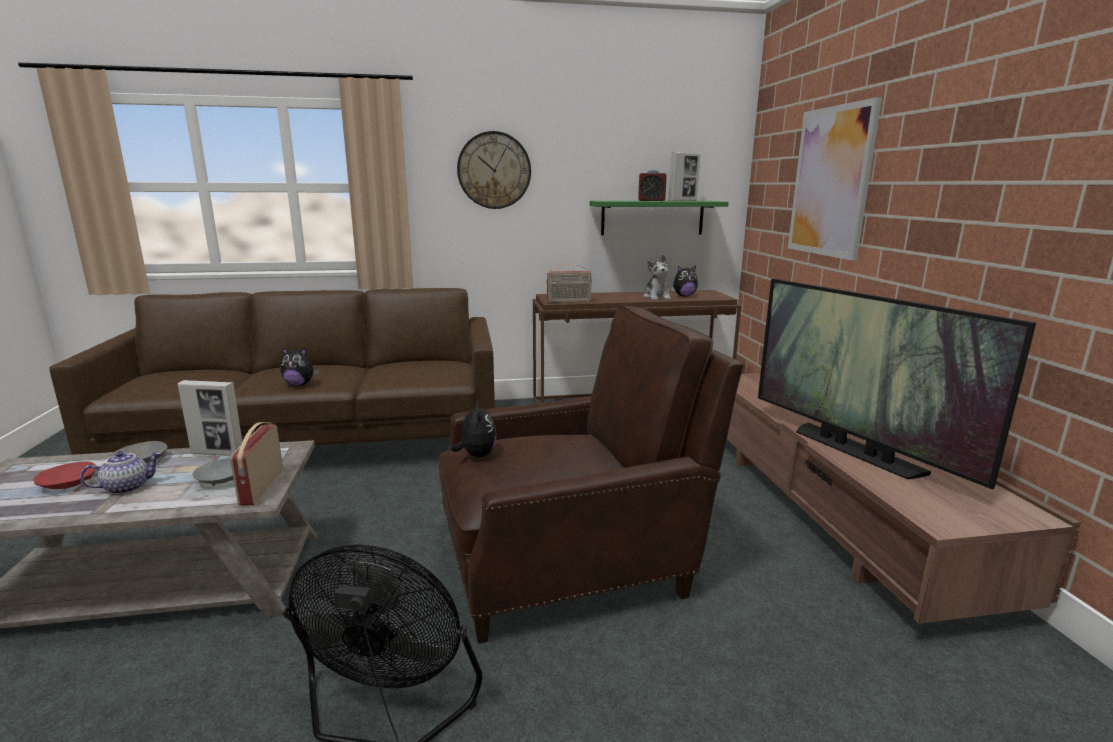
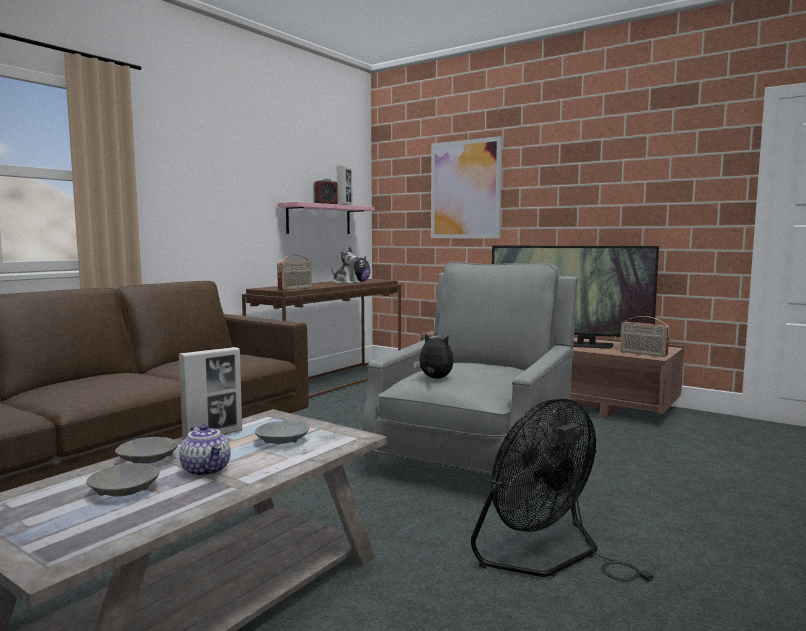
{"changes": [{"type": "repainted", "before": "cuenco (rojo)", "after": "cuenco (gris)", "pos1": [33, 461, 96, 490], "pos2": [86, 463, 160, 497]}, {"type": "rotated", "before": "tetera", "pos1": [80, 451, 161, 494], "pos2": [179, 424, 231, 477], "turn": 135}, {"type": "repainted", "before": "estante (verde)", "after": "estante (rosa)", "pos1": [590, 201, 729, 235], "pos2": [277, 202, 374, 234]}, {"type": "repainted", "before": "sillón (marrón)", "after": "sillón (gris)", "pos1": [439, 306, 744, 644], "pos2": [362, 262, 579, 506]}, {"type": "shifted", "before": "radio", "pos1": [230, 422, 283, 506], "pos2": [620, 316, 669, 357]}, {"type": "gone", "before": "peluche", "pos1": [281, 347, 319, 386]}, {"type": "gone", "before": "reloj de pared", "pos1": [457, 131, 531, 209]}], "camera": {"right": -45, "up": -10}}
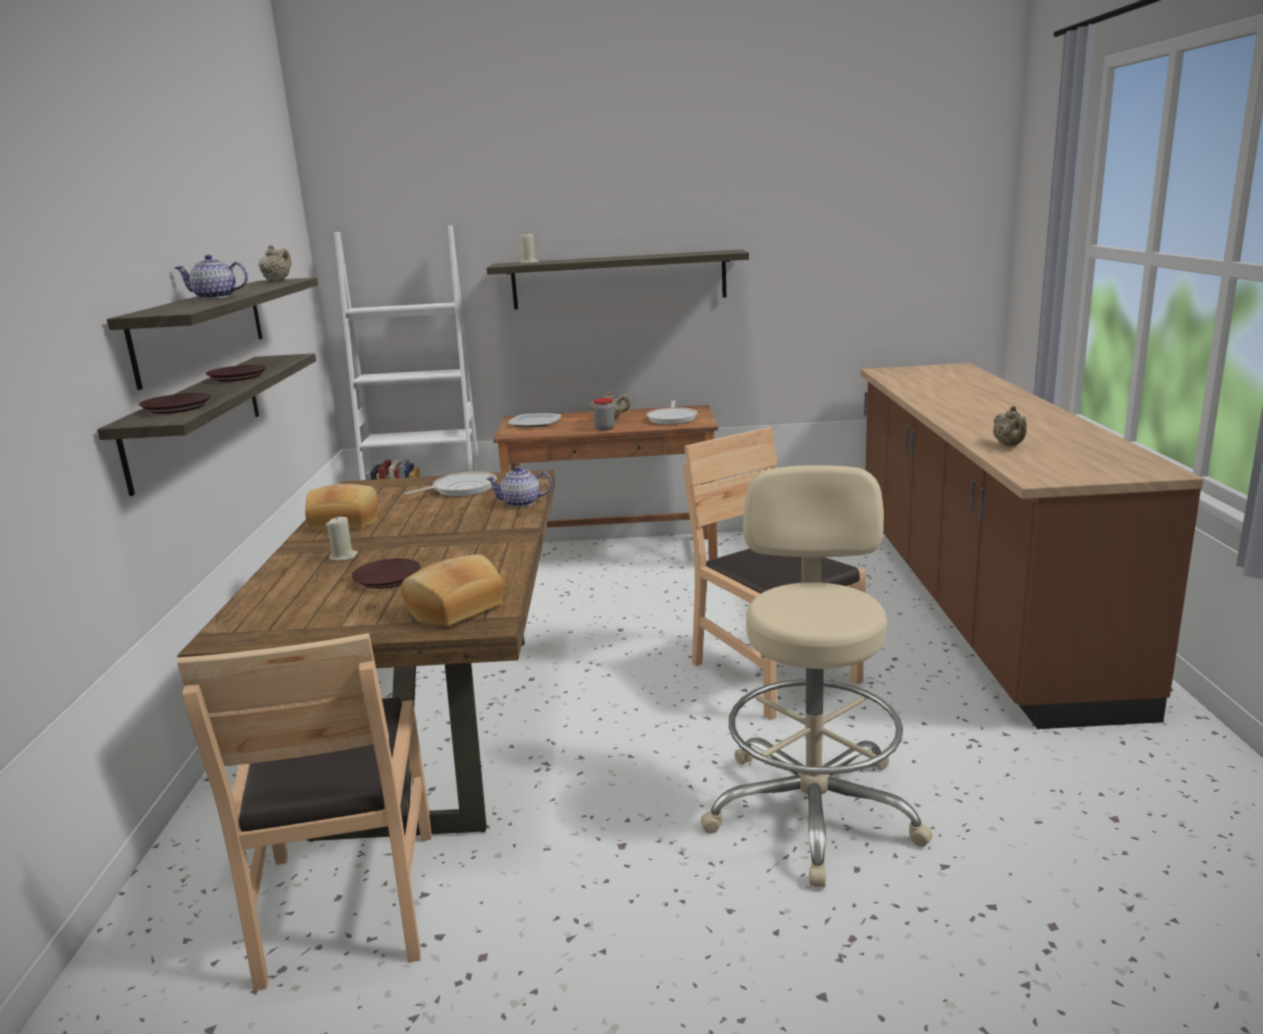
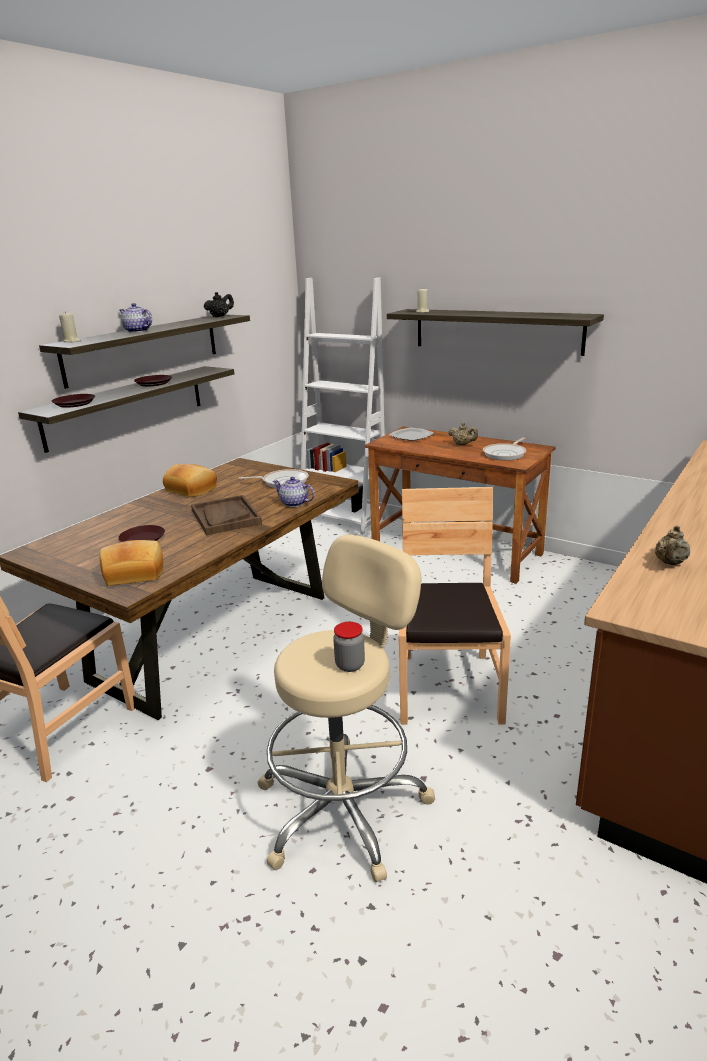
{"changes": [{"type": "shifted", "before": "vela (beis)", "pos1": [326, 516, 358, 561], "pos2": [59, 311, 81, 342]}, {"type": "new", "after": "bandeja (marrón)", "pos2": [191, 495, 262, 535]}, {"type": "repainted", "before": "tetera (beis)", "after": "tetera (negro)", "pos1": [259, 245, 291, 282], "pos2": [204, 292, 234, 318]}, {"type": "shifted", "before": "tarro", "pos1": [593, 398, 615, 431], "pos2": [333, 622, 365, 672]}], "camera": {"right": 35, "up": 5}}
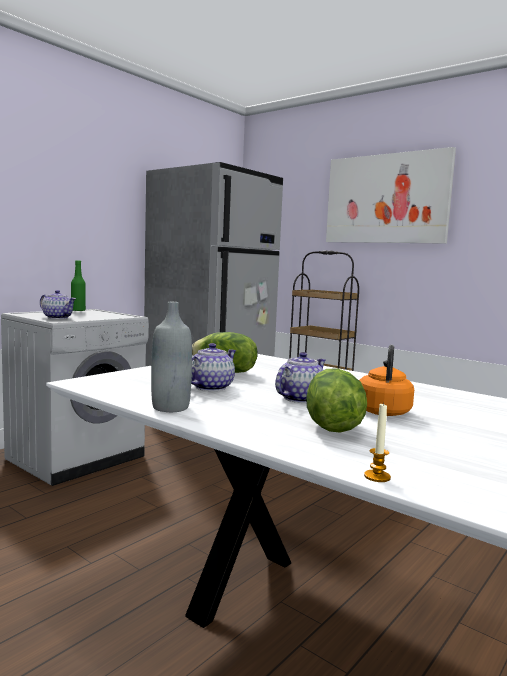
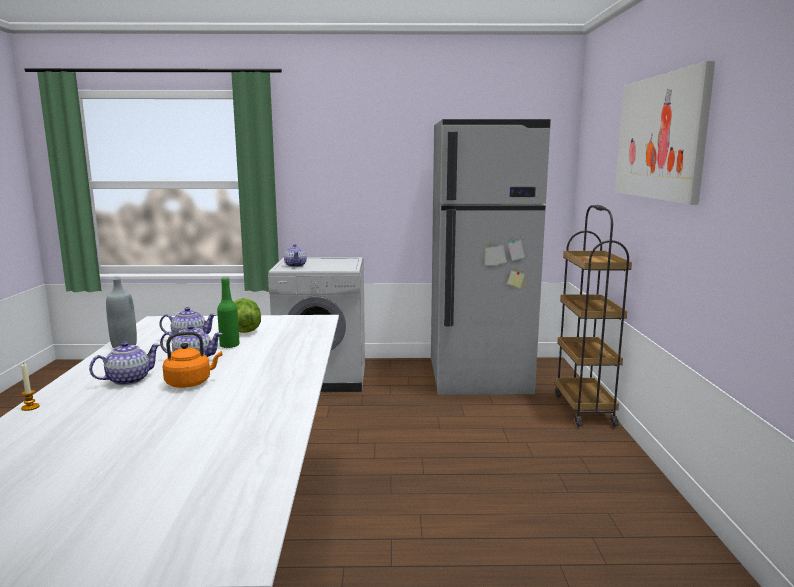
{"changes": [{"type": "swapped", "before": "lechuga", "after": "tetera", "pos1": [306, 368, 367, 432], "pos2": [89, 342, 160, 385]}, {"type": "shifted", "before": "botella (verde)", "pos1": [71, 260, 86, 311], "pos2": [217, 278, 240, 348]}], "camera": {"right": 50, "up": 5}}
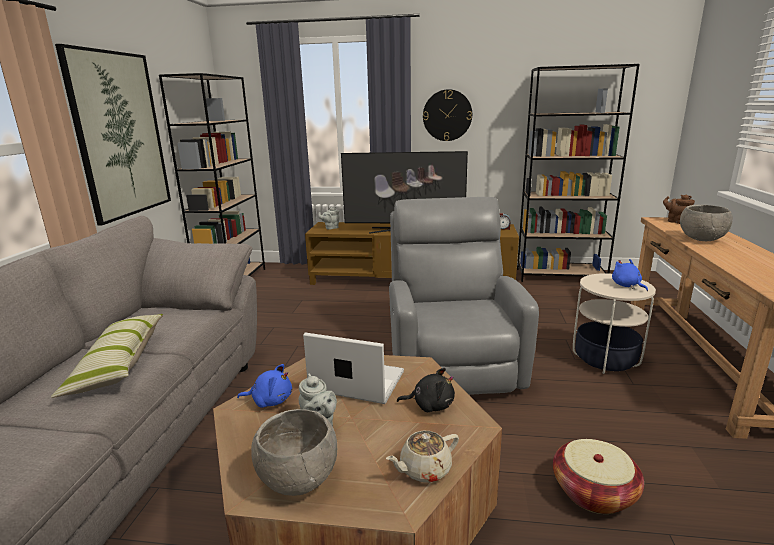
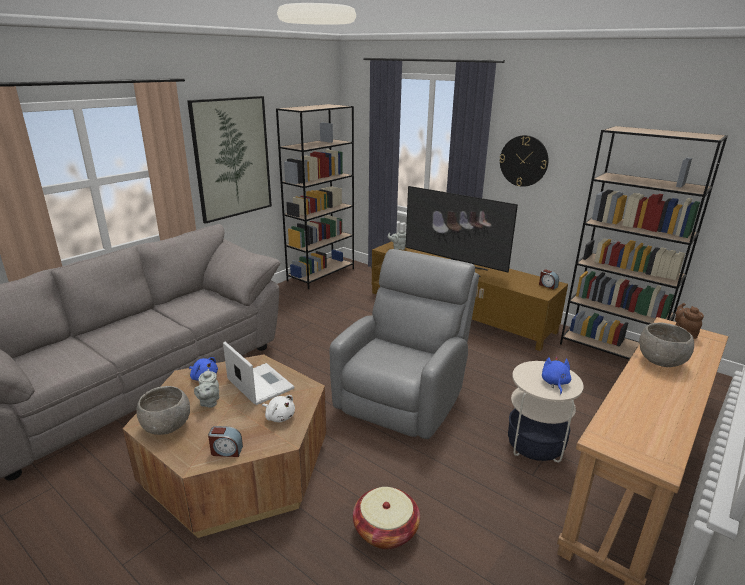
{"changes": [{"type": "swapped", "before": "tetera (beis)", "after": "despertador", "pos1": [386, 431, 459, 483], "pos2": [208, 426, 243, 457]}, {"type": "repainted", "before": "peluche (negro)", "after": "peluche (blanco)", "pos1": [397, 368, 455, 412], "pos2": [262, 395, 295, 422]}, {"type": "gone", "before": "cojín", "pos1": [51, 314, 163, 398]}], "camera": {"right": 30, "up": 5}}
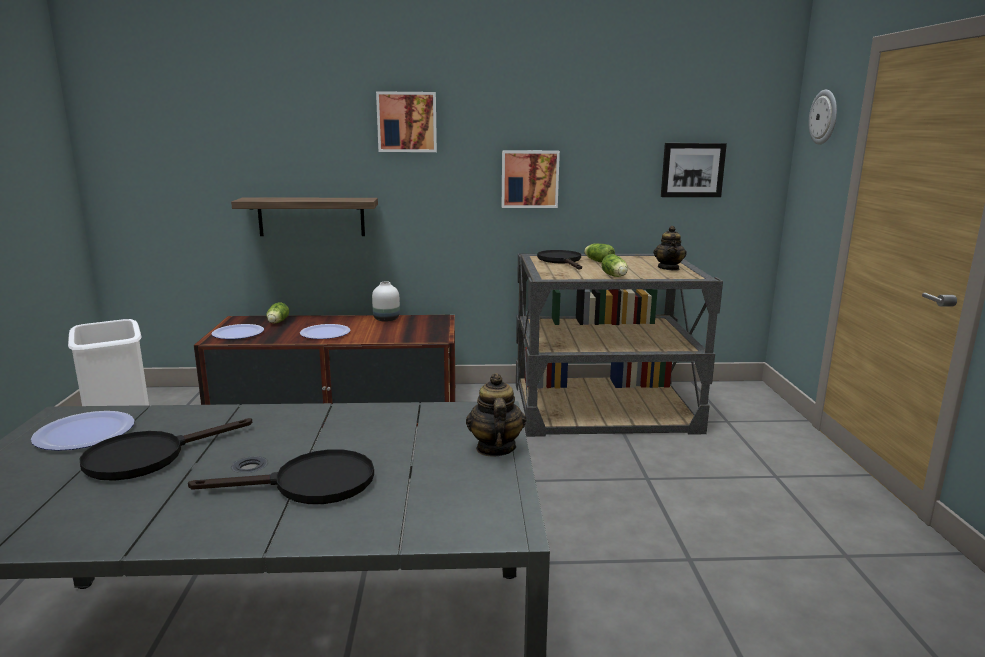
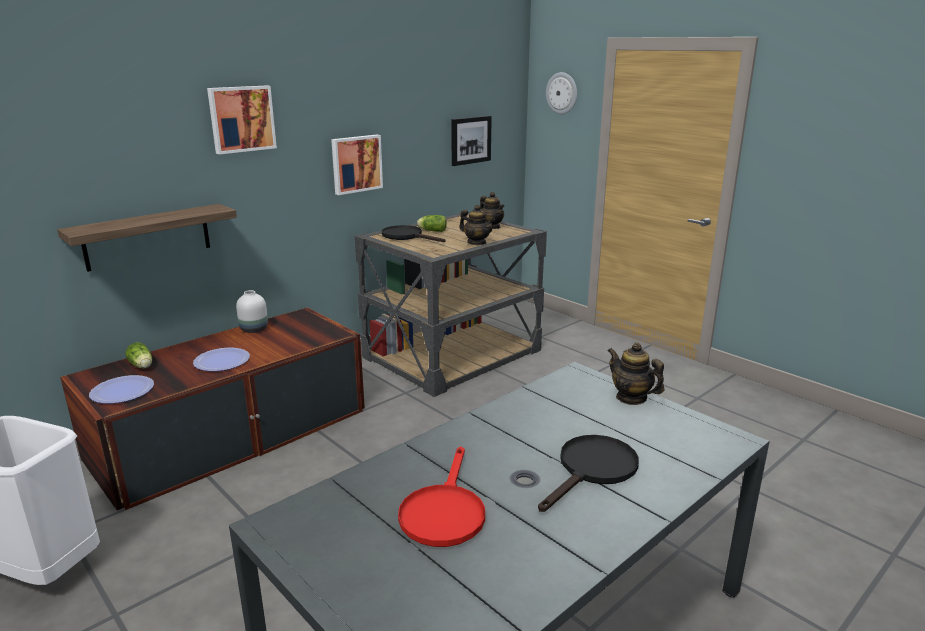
{"changes": [{"type": "repainted", "before": "sartén (negro)", "after": "sartén (rojo)", "pos1": [80, 418, 252, 481], "pos2": [398, 446, 485, 547]}, {"type": "swapped", "before": "lechuga", "after": "tetera", "pos1": [601, 254, 628, 277], "pos2": [459, 205, 495, 245]}, {"type": "gone", "before": "plato", "pos1": [31, 411, 134, 451]}], "camera": {"right": -40, "up": 5}}
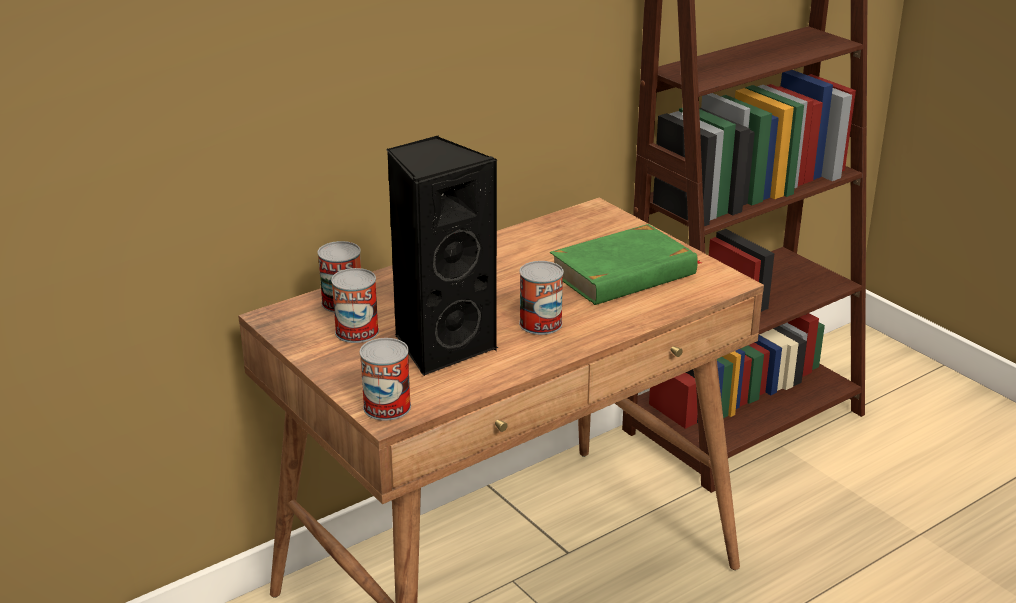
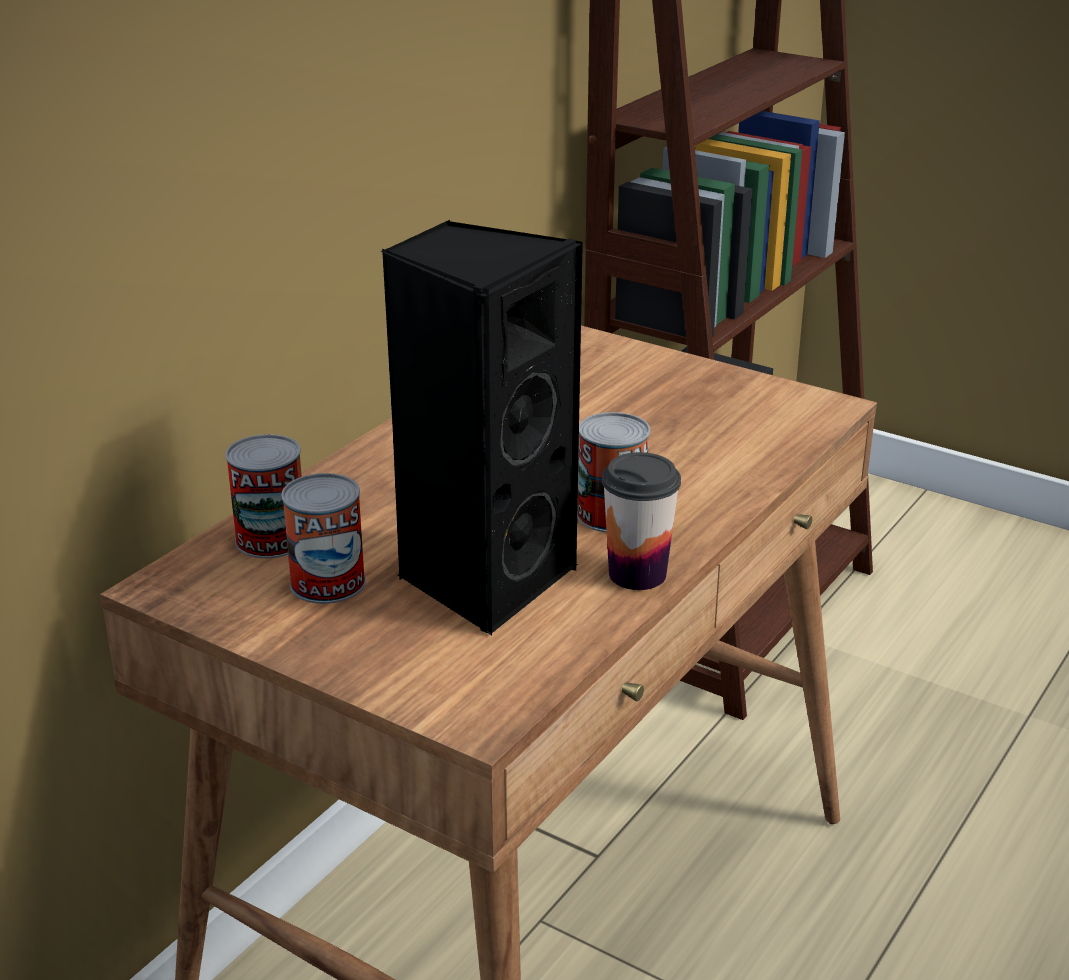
{"changes": [{"type": "new", "after": "taza", "pos2": [602, 452, 681, 590]}, {"type": "gone", "before": "lata", "pos1": [360, 338, 411, 421]}, {"type": "gone", "before": "libro (verde)", "pos1": [550, 224, 702, 305]}], "camera": {"right": -20, "up": 0}}
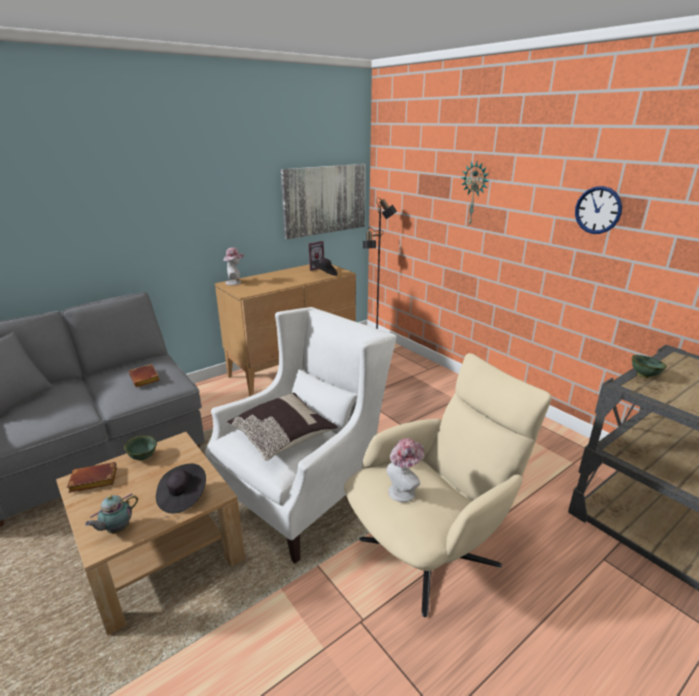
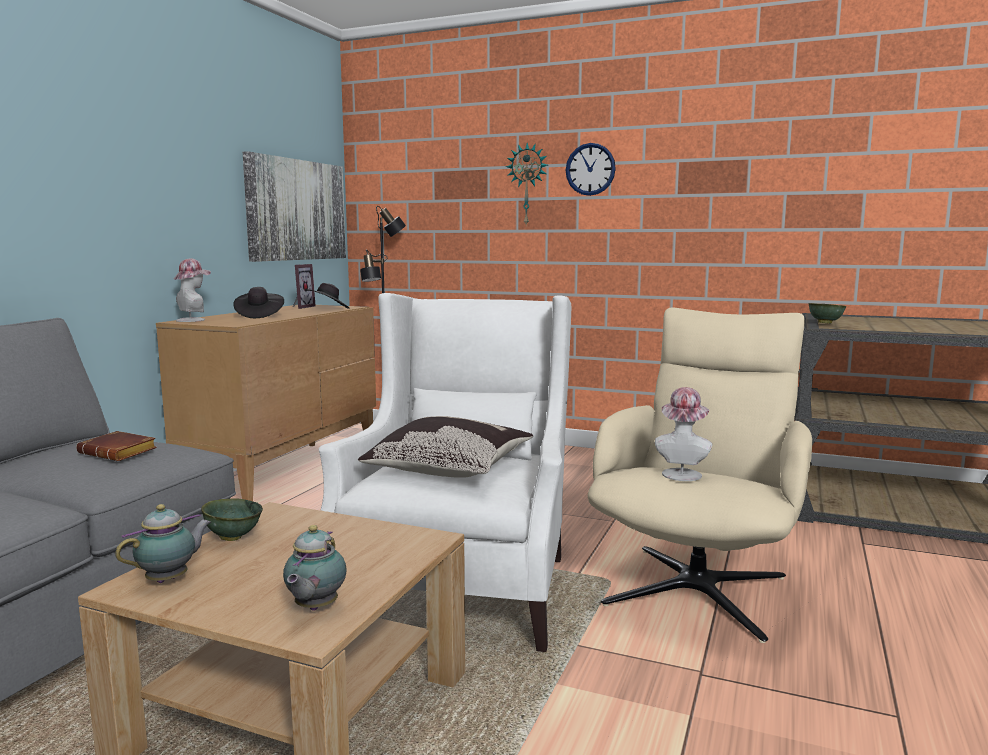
{"changes": [{"type": "swapped", "before": "libro (marrón)", "after": "tetera", "pos1": [67, 462, 117, 493], "pos2": [115, 504, 211, 583]}, {"type": "shifted", "before": "sombrero (negro)", "pos1": [156, 463, 206, 513], "pos2": [233, 287, 284, 318]}, {"type": "shifted", "before": "reloj de pared", "pos1": [575, 186, 622, 234], "pos2": [566, 143, 616, 196]}], "camera": {"right": -30, "up": -15}}
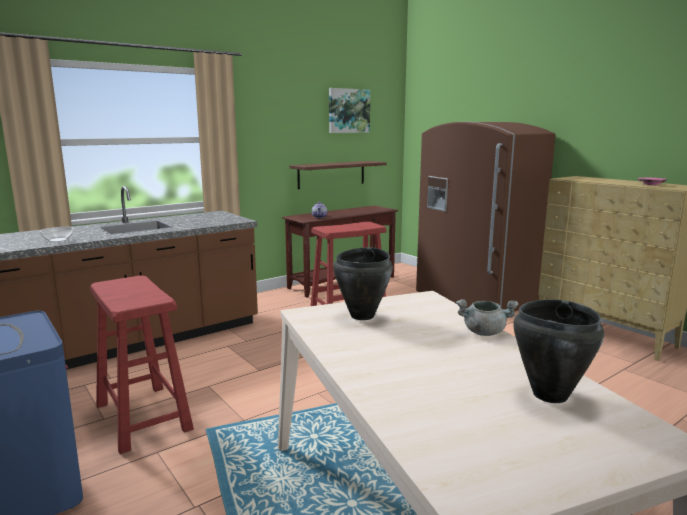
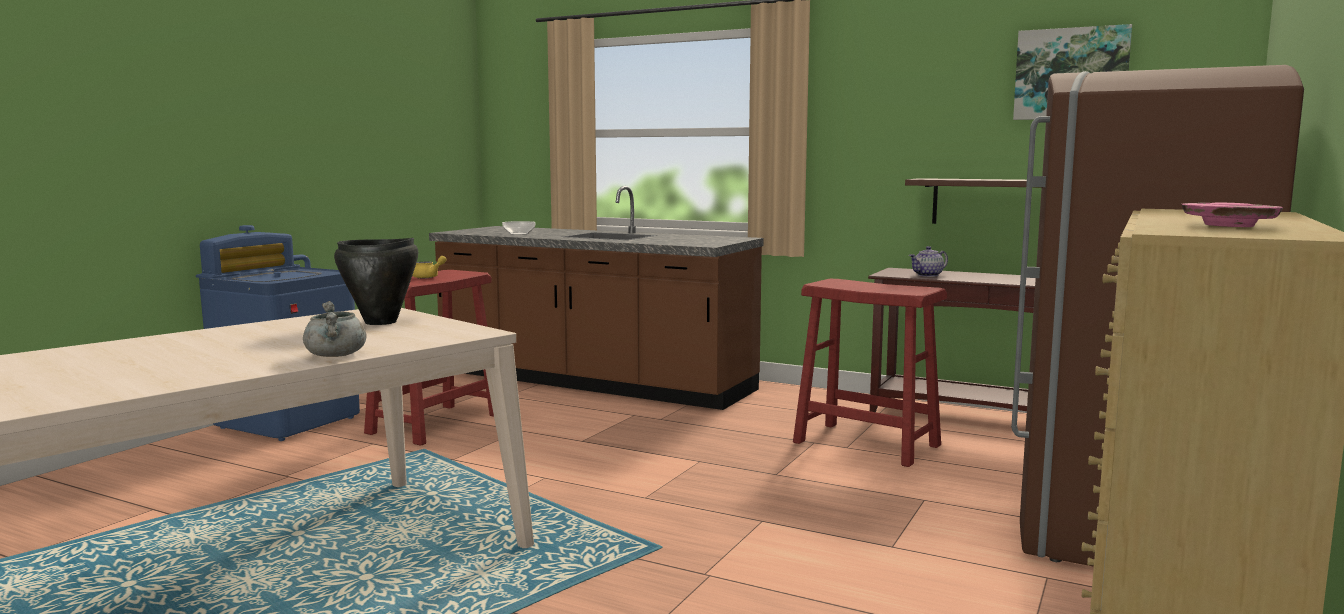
{"changes": [{"type": "new", "after": "tetera (amarillo)", "pos2": [412, 256, 446, 279]}, {"type": "gone", "before": "olla (negro)", "pos1": [513, 299, 604, 403]}], "camera": {"right": 65, "up": -5}}
